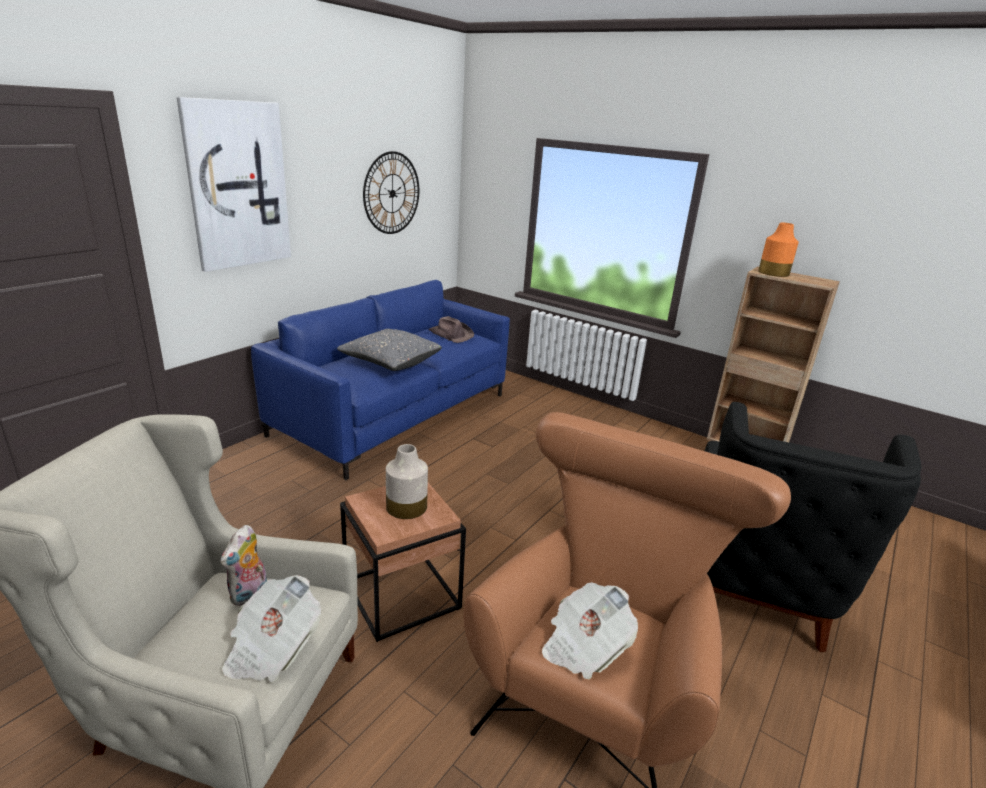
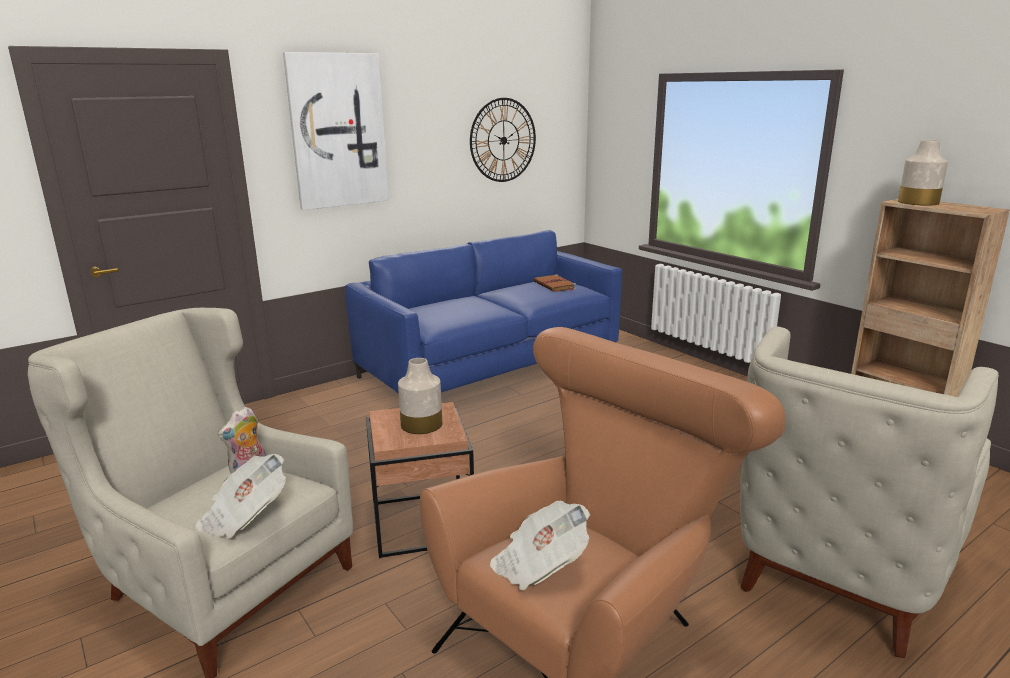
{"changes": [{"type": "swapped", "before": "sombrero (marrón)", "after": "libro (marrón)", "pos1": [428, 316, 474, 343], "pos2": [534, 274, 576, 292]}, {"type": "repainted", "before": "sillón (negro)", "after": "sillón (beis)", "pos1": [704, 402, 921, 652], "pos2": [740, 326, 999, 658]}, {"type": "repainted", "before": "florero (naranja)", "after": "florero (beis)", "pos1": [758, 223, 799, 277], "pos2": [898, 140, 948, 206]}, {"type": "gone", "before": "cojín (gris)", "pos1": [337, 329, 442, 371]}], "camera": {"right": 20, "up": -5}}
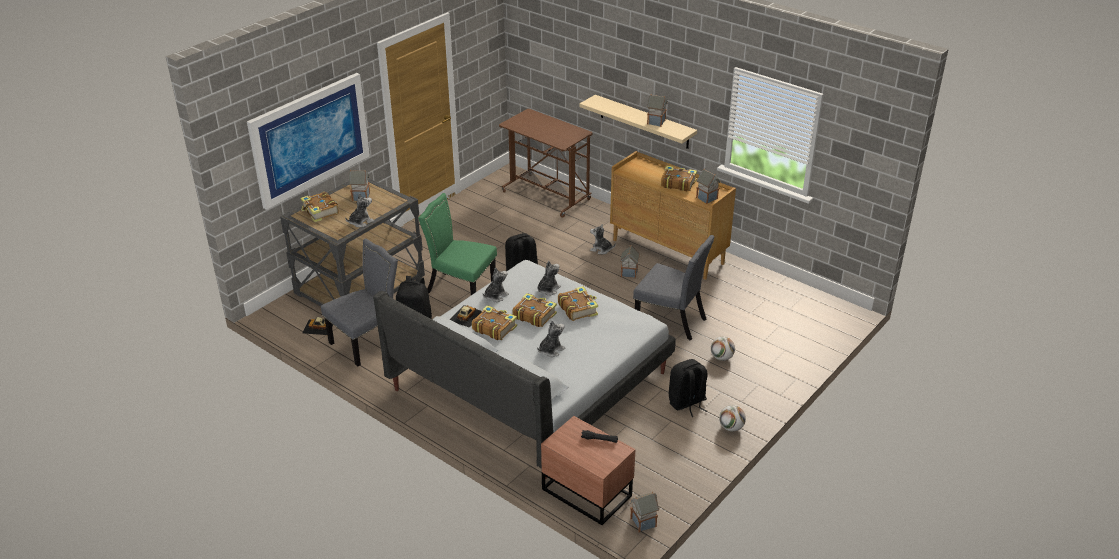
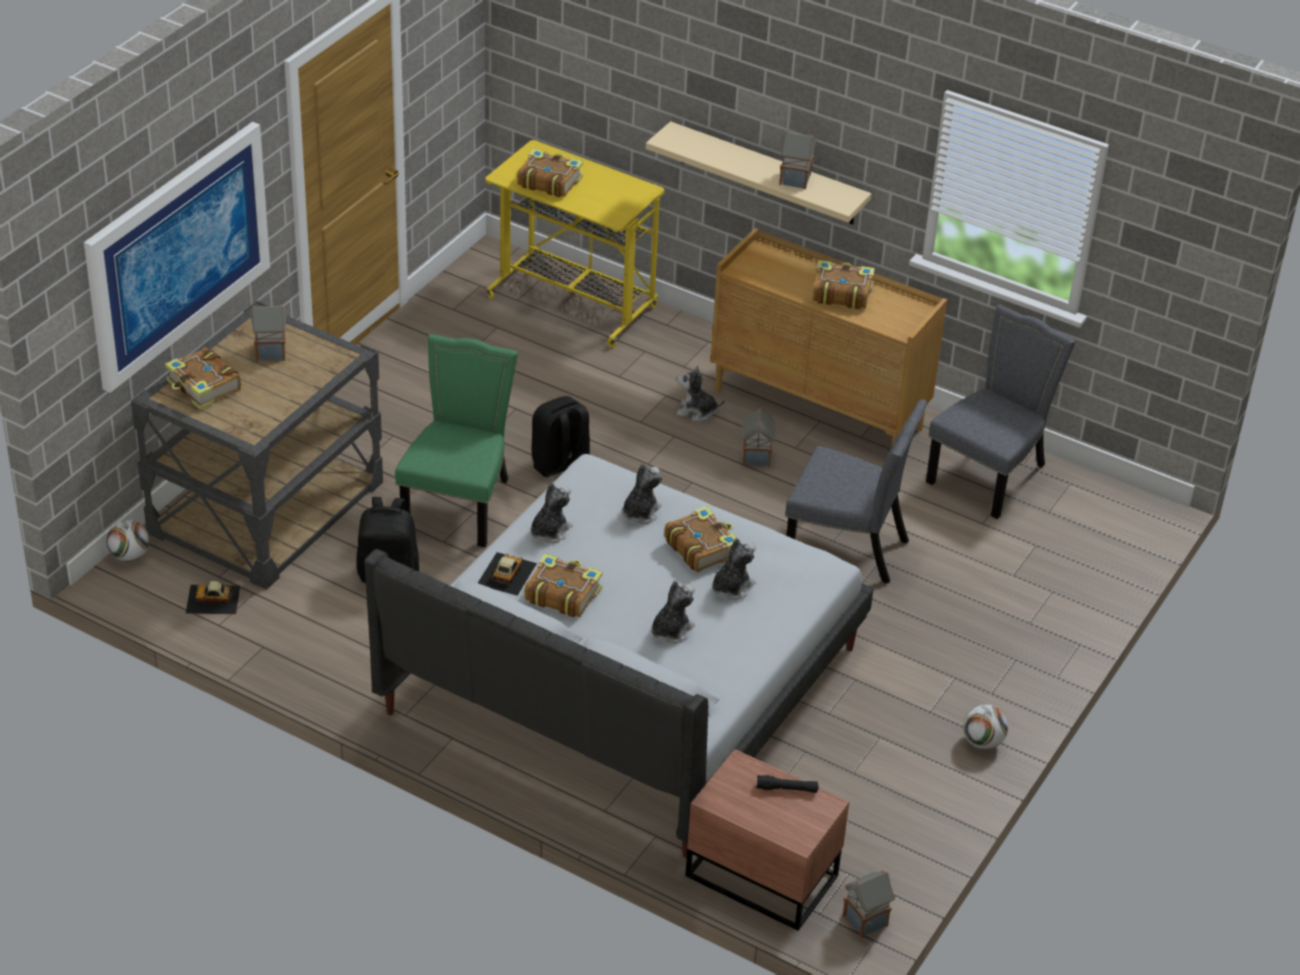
{"changes": [{"type": "shifted", "before": "balón de fútbol", "pos1": [711, 336, 735, 361], "pos2": [106, 520, 149, 562]}, {"type": "rotated", "before": "silla (verde)", "pos1": [418, 193, 497, 295], "pos2": [395, 334, 518, 547], "turn": 90}, {"type": "repainted", "before": "escritorio (marrón)", "after": "escritorio (amarillo)", "pos1": [499, 109, 592, 217], "pos2": [485, 140, 664, 348]}, {"type": "shifted", "before": "libro", "pos1": [512, 293, 557, 327], "pos2": [517, 148, 583, 197]}, {"type": "shifted", "before": "peluche", "pos1": [345, 193, 374, 228], "pos2": [712, 538, 756, 600]}, {"type": "shifted", "before": "silla (gris)", "pos1": [321, 238, 398, 367], "pos2": [926, 305, 1076, 519]}, {"type": "gone", "before": "mochila (negro)", "pos1": [669, 359, 708, 417]}, {"type": "gone", "before": "casita", "pos1": [696, 168, 721, 204]}], "camera": {"right": -10, "up": 5}}
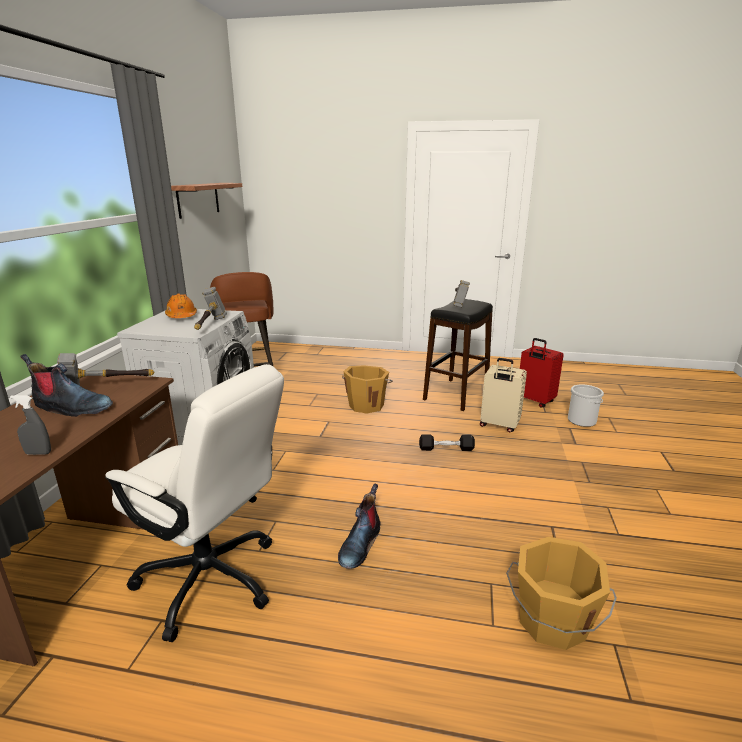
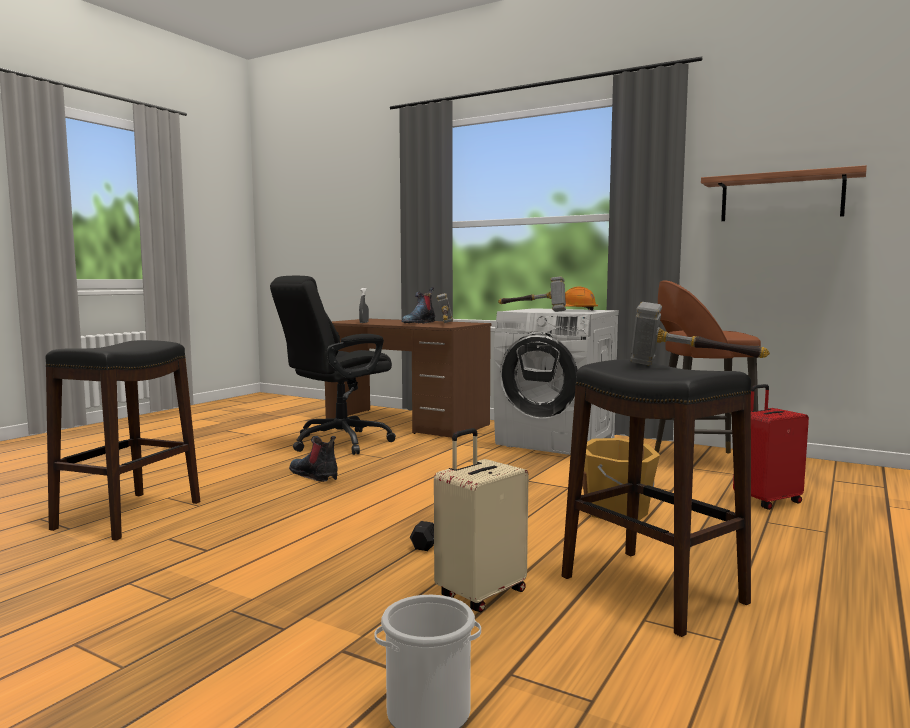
{"changes": [{"type": "swapped", "before": "cubo (naranja)", "after": "taburete (negro)", "pos1": [506, 537, 617, 650], "pos2": [46, 340, 200, 541]}, {"type": "repainted", "before": "silla de oficina (blanco)", "after": "silla de oficina (negro)", "pos1": [105, 364, 284, 642], "pos2": [270, 276, 396, 455]}, {"type": "shifted", "before": "maleta (rojo)", "pos1": [520, 338, 564, 408], "pos2": [733, 384, 809, 510]}], "camera": {"right": 110, "up": -15}}
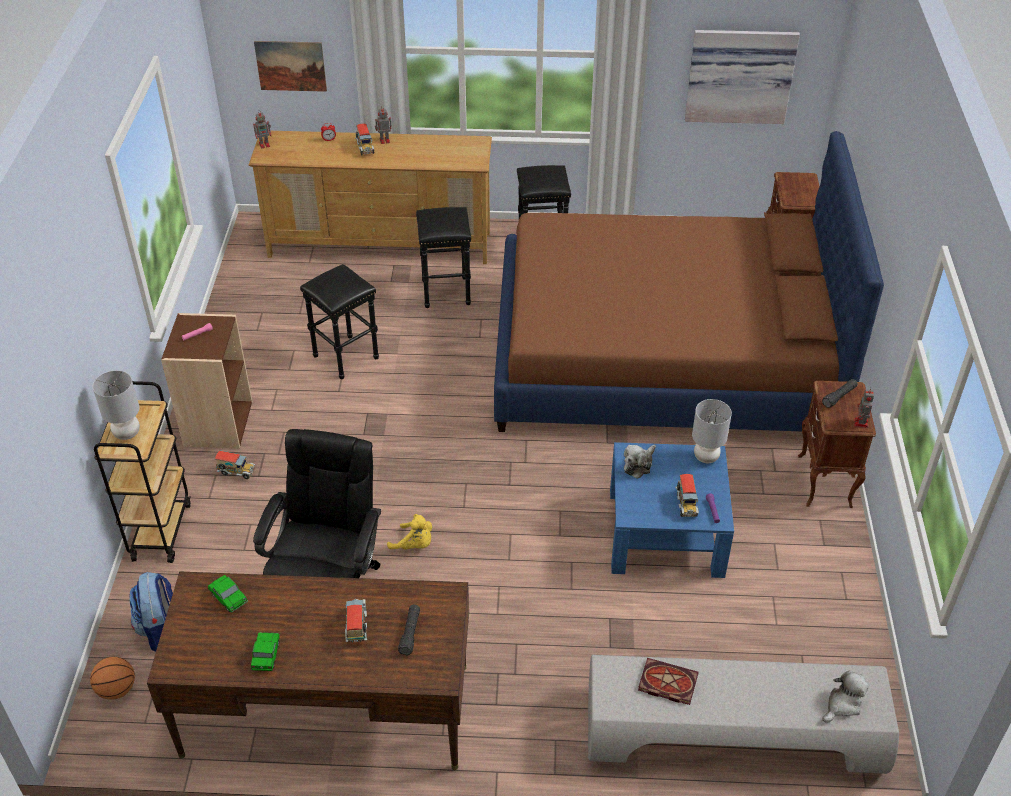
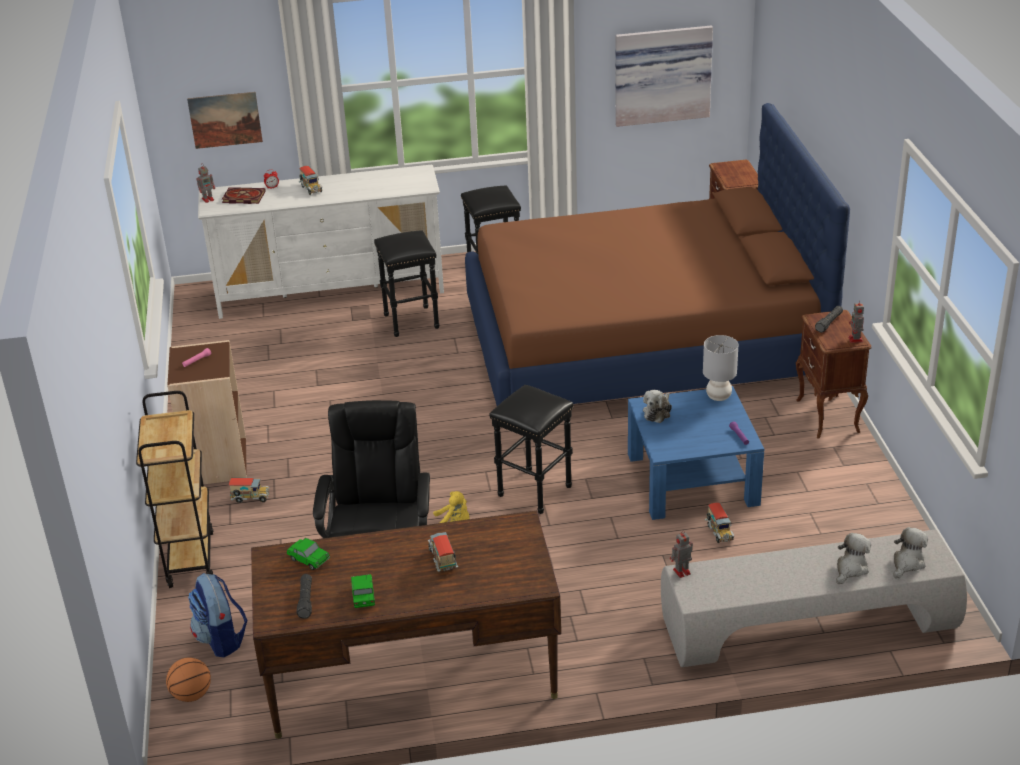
{"changes": [{"type": "repainted", "before": "cómoda (marrón)", "after": "cómoda (blanco)", "pos1": [249, 131, 492, 264], "pos2": [198, 165, 444, 319]}, {"type": "shifted", "before": "libro", "pos1": [638, 658, 699, 705], "pos2": [222, 187, 266, 204]}, {"type": "shifted", "before": "linterna (negro)", "pos1": [398, 605, 420, 655], "pos2": [296, 574, 312, 619]}, {"type": "shifted", "before": "taburete (negro)", "pos1": [300, 264, 379, 379], "pos2": [489, 385, 574, 514]}, {"type": "shifted", "before": "robot de juguete", "pos1": [375, 106, 391, 144], "pos2": [670, 530, 693, 578]}, {"type": "shifted", "before": "camión de juguete", "pos1": [675, 474, 699, 517], "pos2": [705, 502, 734, 543]}, {"type": "new", "after": "peluche", "pos2": [836, 533, 871, 584]}, {"type": "gone", "before": "lámpara de mesa (gris)", "pos1": [93, 370, 140, 440]}], "camera": {"right": -10, "up": -10}}
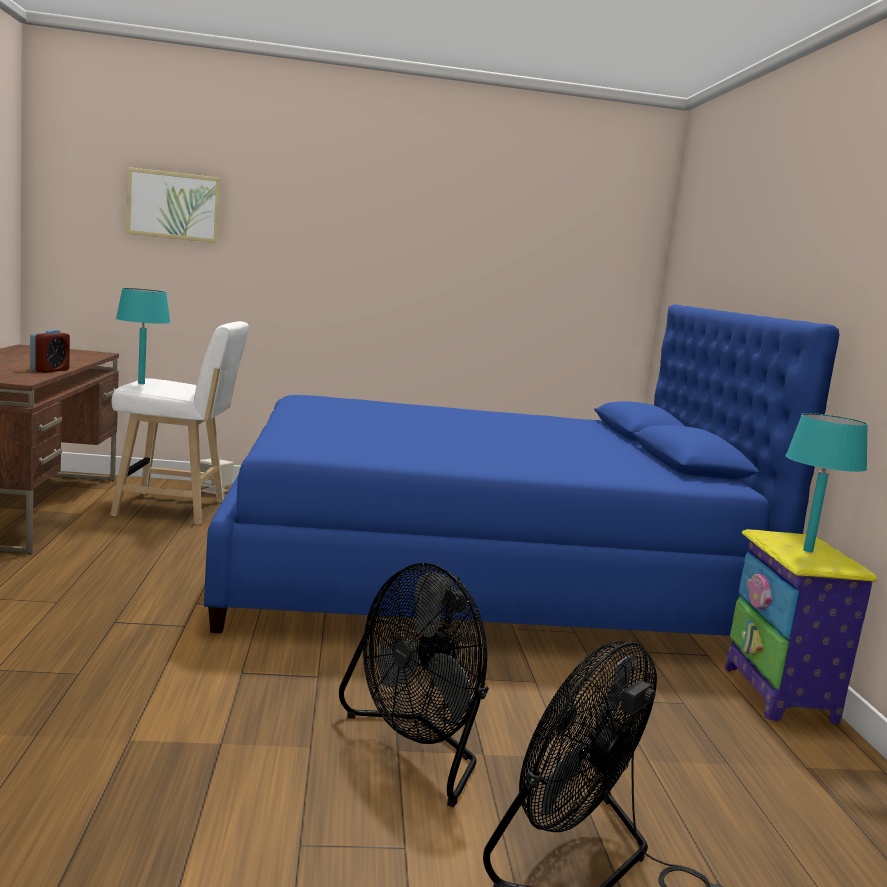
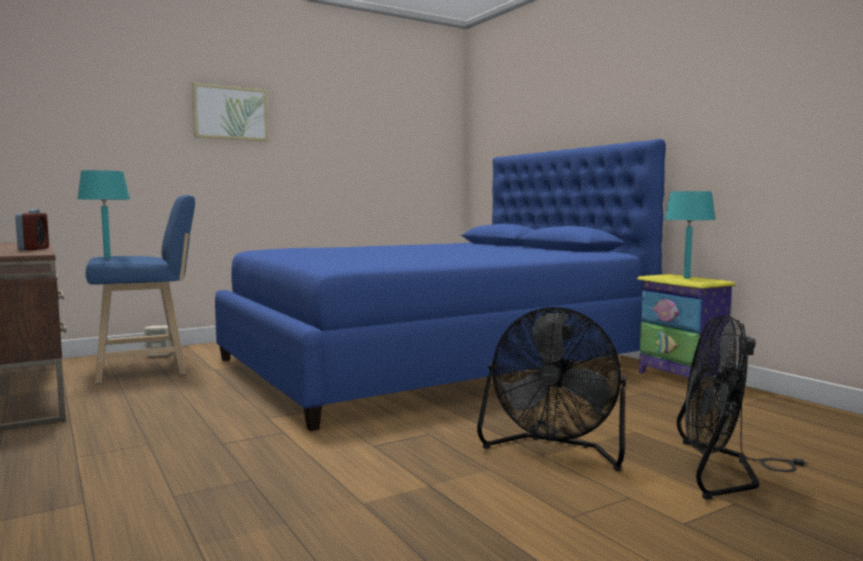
{"changes": [{"type": "repainted", "before": "taburete (blanco)", "after": "taburete (azul)", "pos1": [110, 321, 249, 525], "pos2": [86, 195, 195, 384]}, {"type": "shifted", "before": "cuadro", "pos1": [126, 167, 221, 243], "pos2": [192, 83, 268, 142]}], "camera": {"right": -25, "up": -5}}
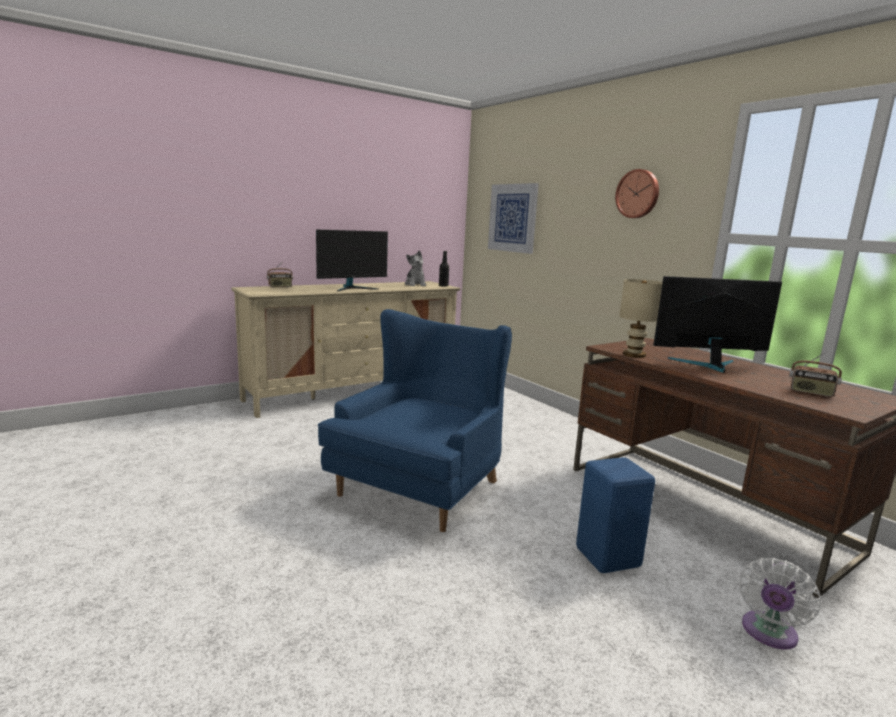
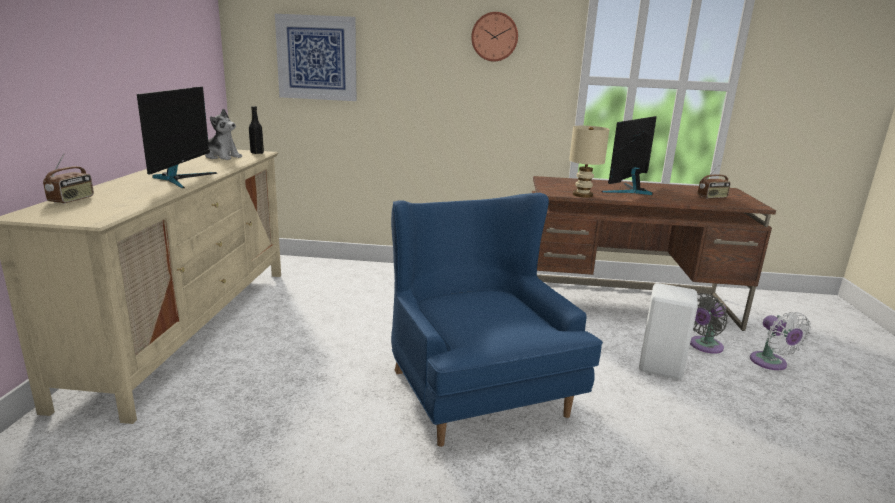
{"changes": [{"type": "repainted", "before": "taburete (azul)", "after": "taburete (blanco)", "pos1": [576, 457, 655, 573], "pos2": [639, 283, 698, 380]}, {"type": "new", "after": "ventilador (gris)", "pos2": [690, 293, 728, 354]}], "camera": {"right": -50, "up": 5}}
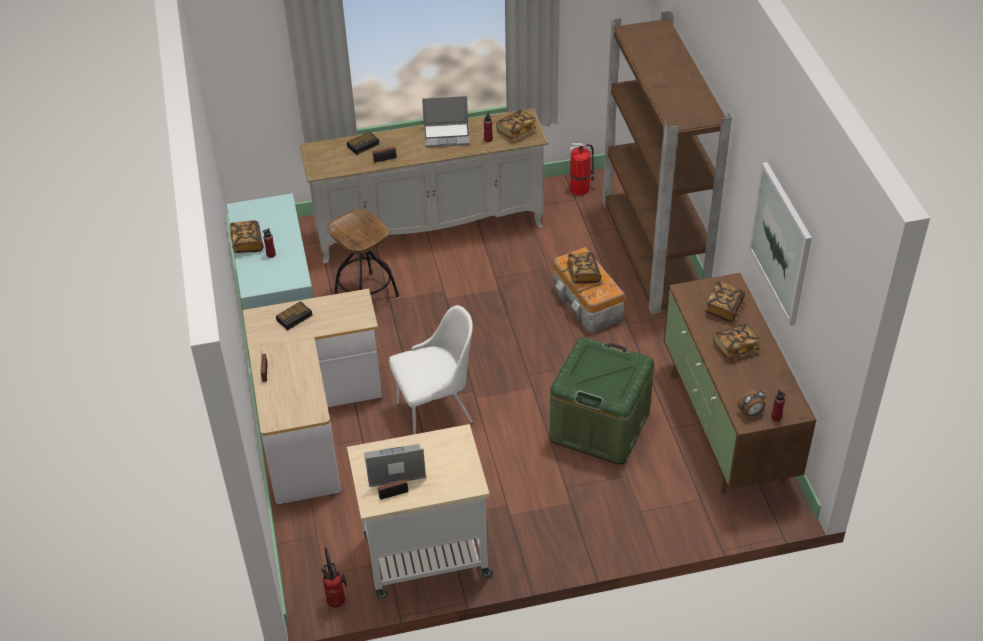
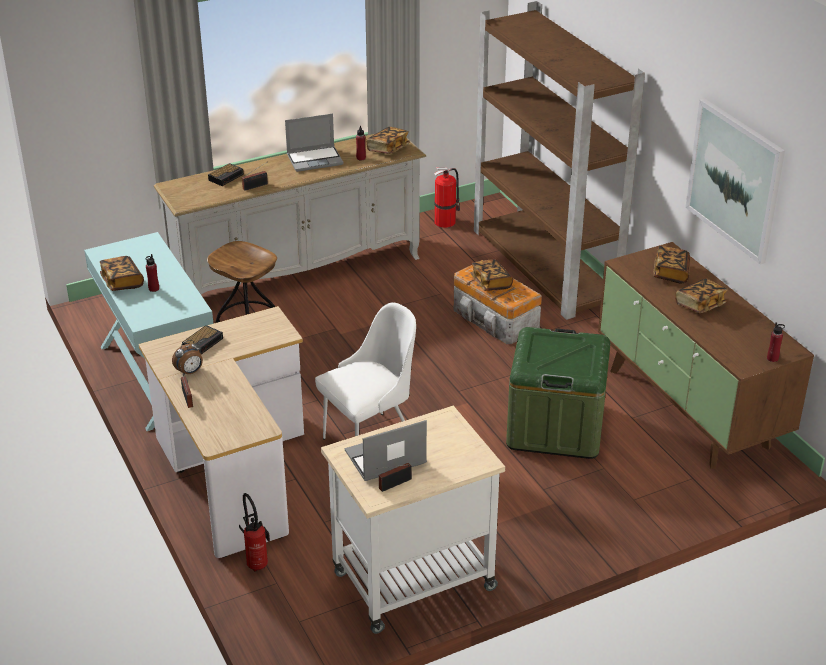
{"changes": [{"type": "shifted", "before": "despertador", "pos1": [737, 389, 766, 416], "pos2": [172, 340, 203, 376]}, {"type": "shifted", "before": "extintor", "pos1": [321, 547, 347, 608], "pos2": [239, 493, 270, 571]}], "camera": {"right": -15, "up": -10}}
